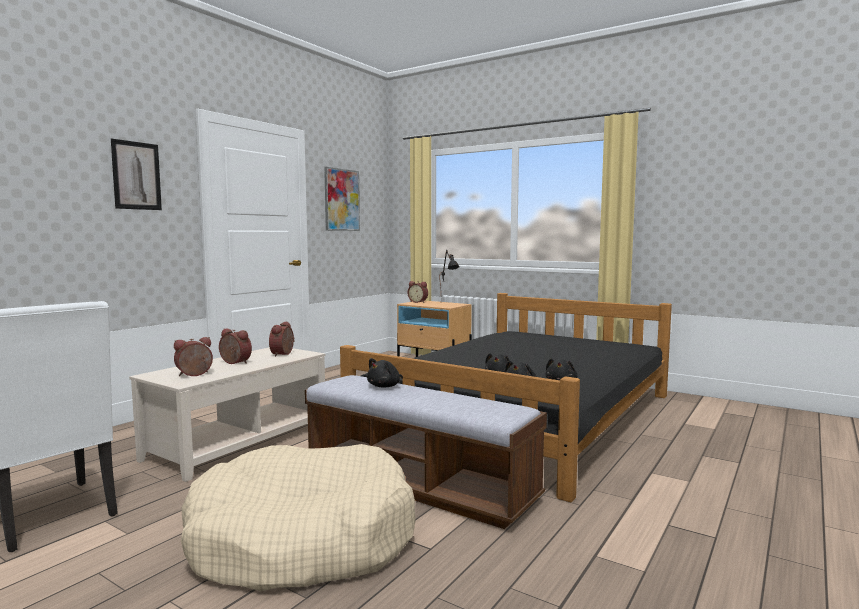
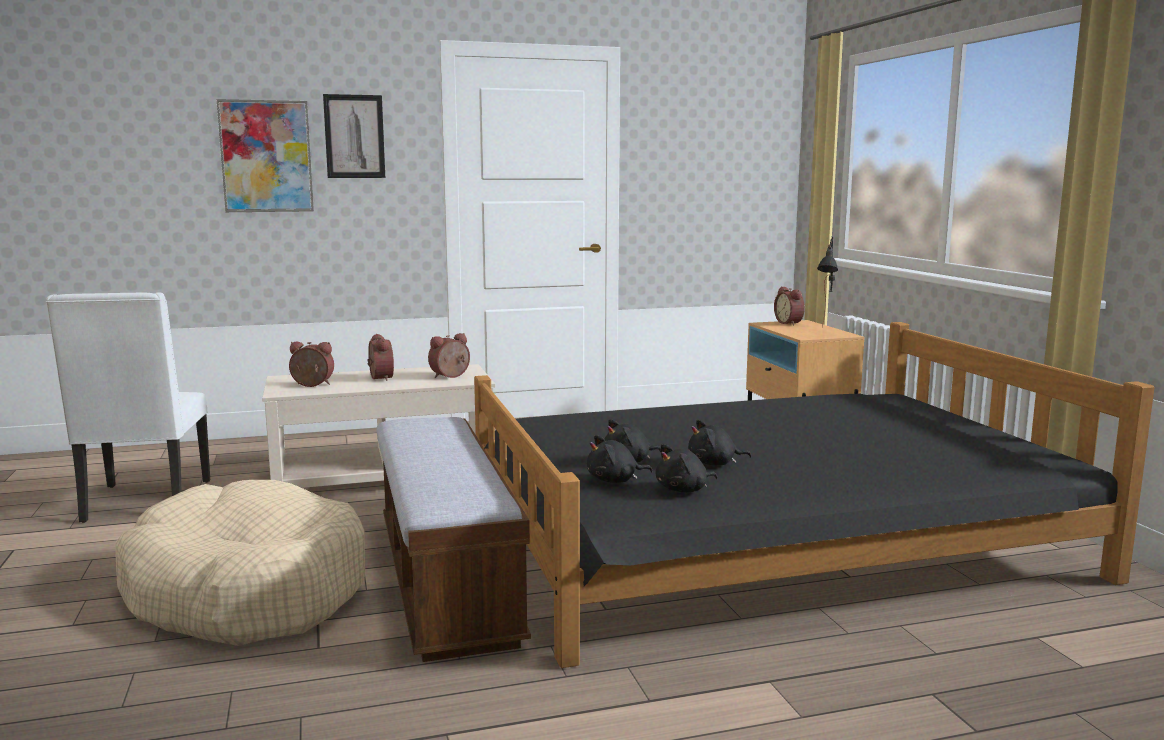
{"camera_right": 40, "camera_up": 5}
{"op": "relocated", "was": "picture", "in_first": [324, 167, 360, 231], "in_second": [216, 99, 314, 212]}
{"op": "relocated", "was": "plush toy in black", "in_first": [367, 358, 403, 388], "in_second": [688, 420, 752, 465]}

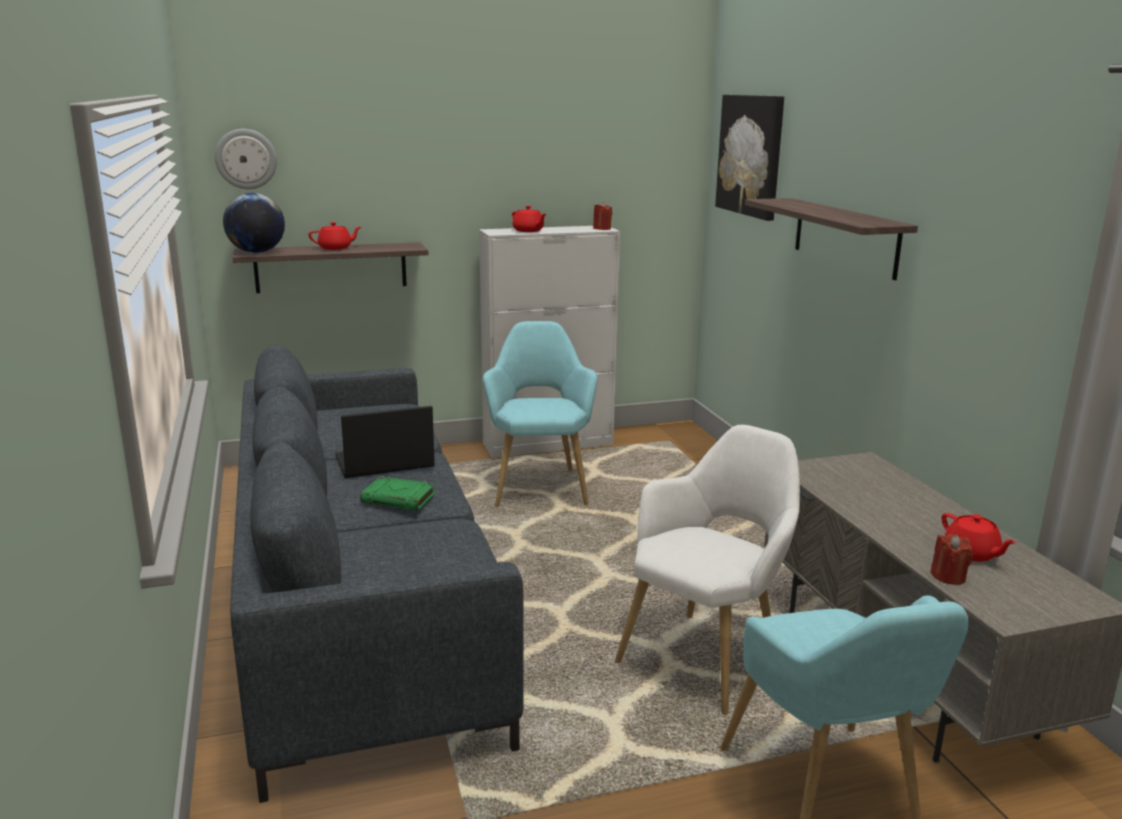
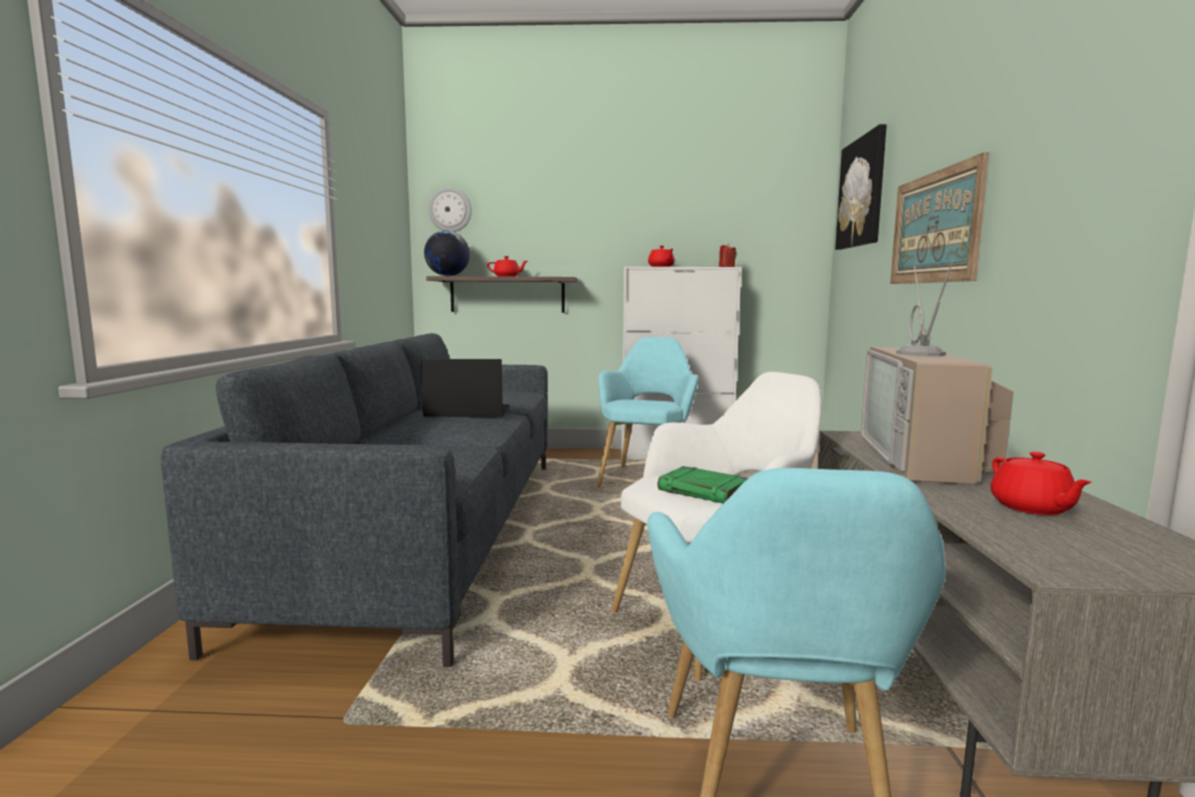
{"camera_right": 20, "camera_up": -10}
{"op": "missing", "was": "candle in red", "in_first": [930, 534, 973, 585]}
{"op": "appeared", "now": "television", "in_second": [861, 260, 1013, 485]}
{"op": "relocated", "was": "book in green", "in_first": [360, 476, 436, 511], "in_second": [658, 466, 748, 503]}
{"op": "exchanged", "was": "shelf", "now": "picture", "in_first": [745, 198, 918, 280], "in_second": [890, 152, 989, 284]}

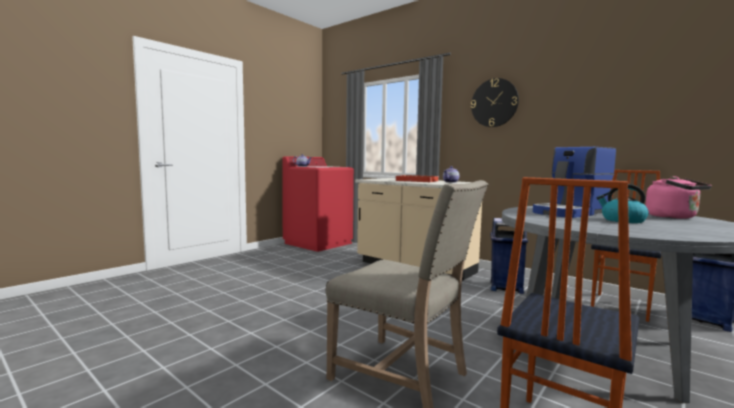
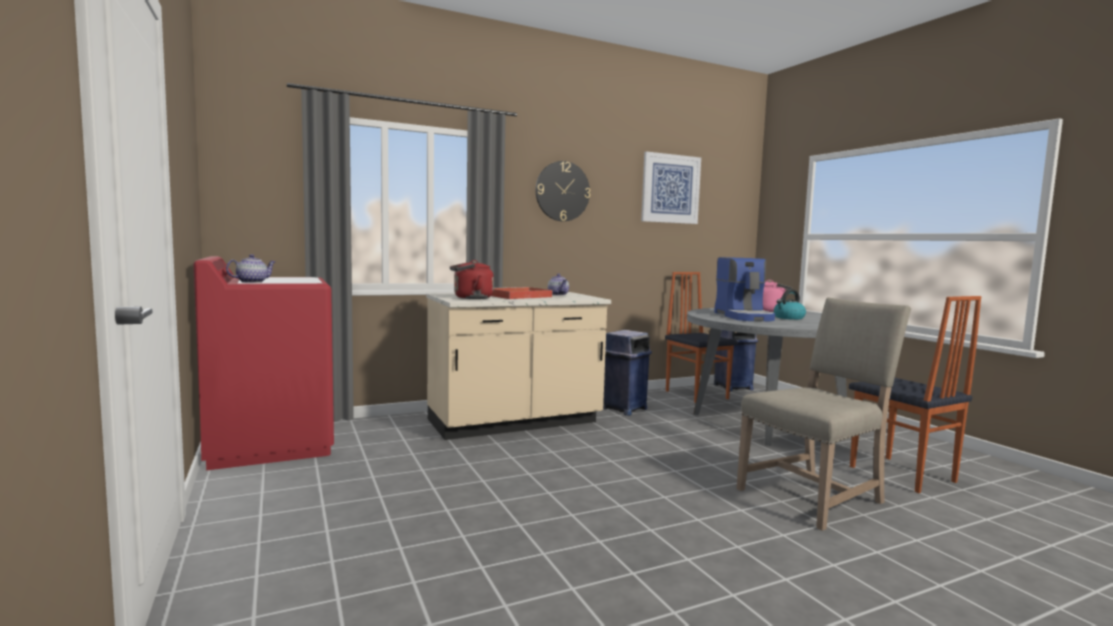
{"camera_right": -65, "camera_up": 0}
{"op": "appeared", "now": "kettle in red", "in_second": [450, 260, 494, 299]}
{"op": "appeared", "now": "picture", "in_second": [641, 151, 701, 224]}

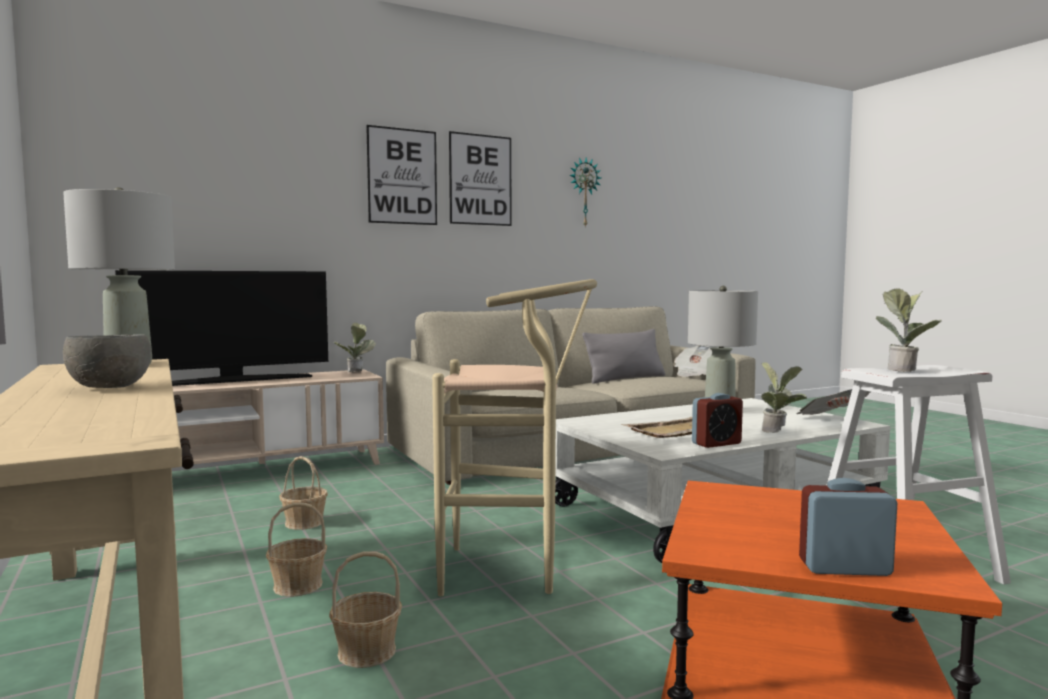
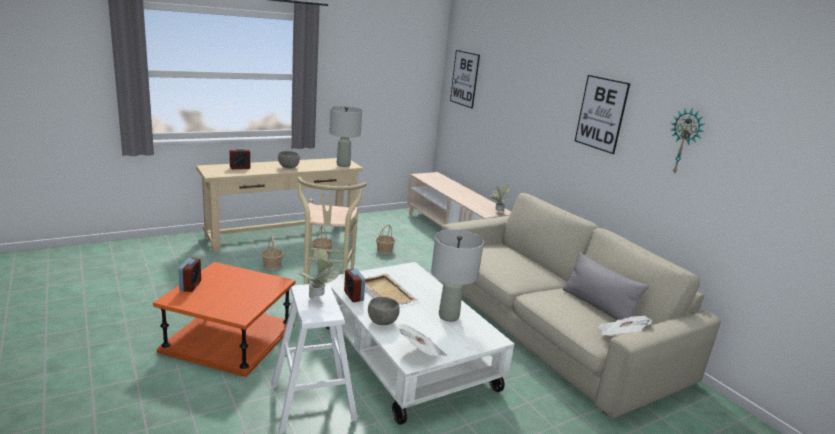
{"camera_right": 85, "camera_up": 15}
{"op": "missing", "was": "television", "in_first": [115, 270, 328, 386]}
{"op": "appeared", "now": "alarm clock", "in_second": [229, 148, 250, 169]}
{"op": "relocated", "was": "picture", "in_first": [366, 125, 437, 225], "in_second": [450, 50, 480, 109]}
{"op": "exchanged", "was": "potted plant", "now": "bowl in grey", "in_first": [761, 362, 807, 433], "in_second": [368, 297, 400, 325]}

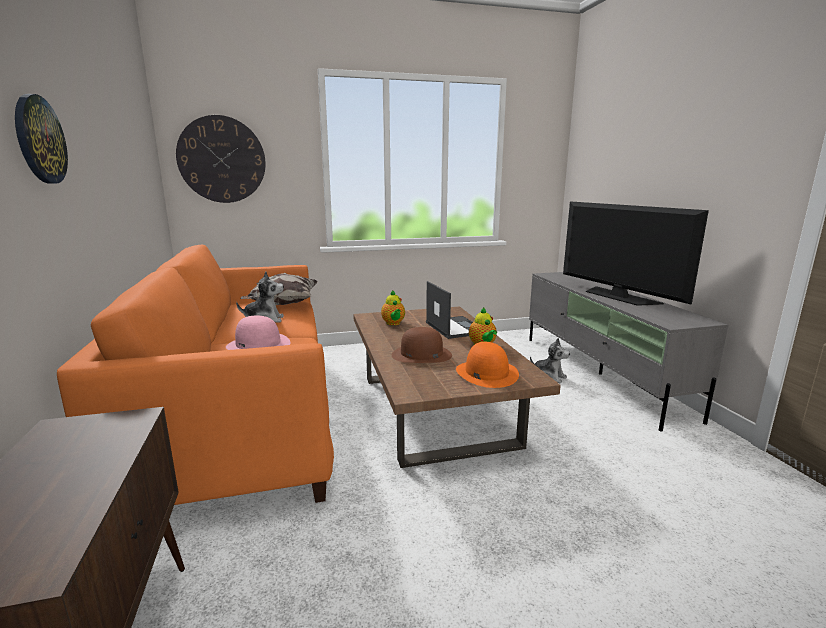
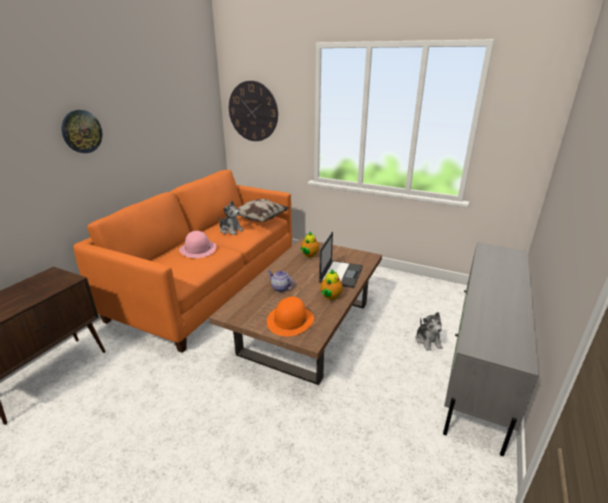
{"camera_right": 40, "camera_up": 10}
{"op": "missing", "was": "television", "in_first": [563, 202, 709, 306]}
{"op": "exchanged", "was": "hat in brown", "now": "teapot", "in_first": [392, 327, 452, 363], "in_second": [268, 271, 295, 292]}

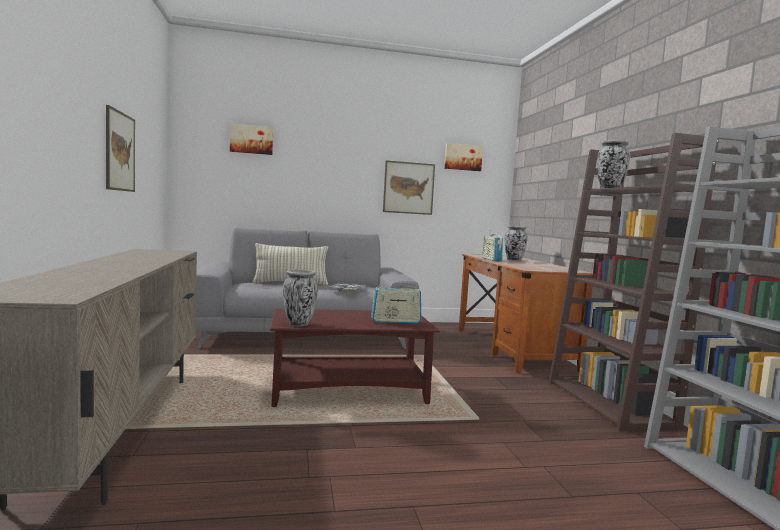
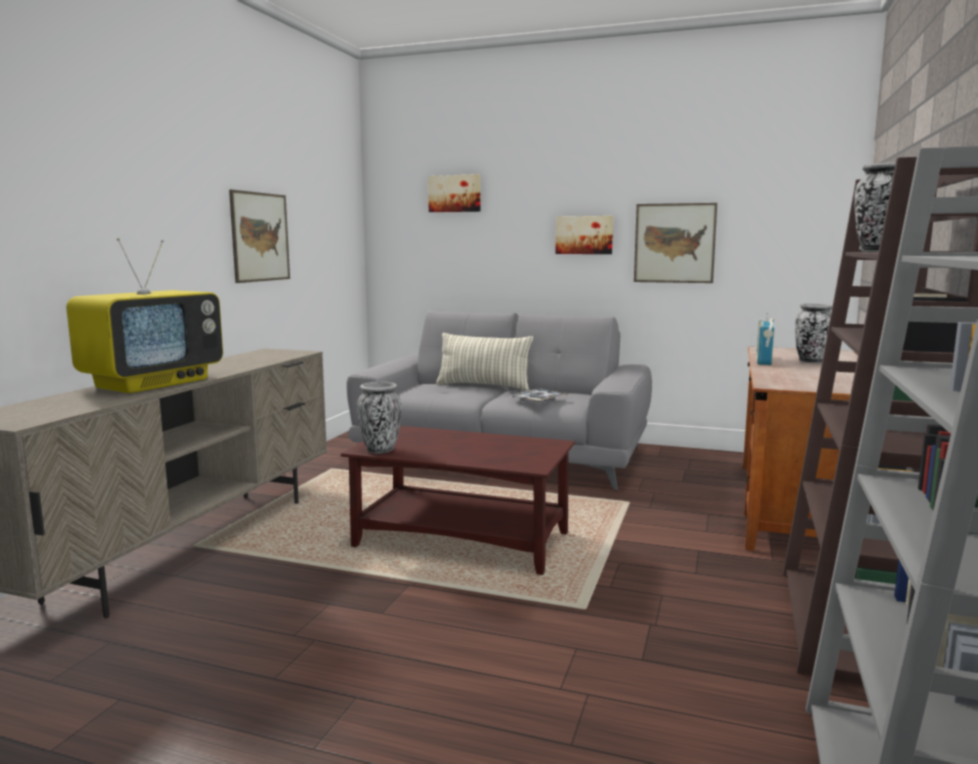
{"camera_right": 30, "camera_up": 5}
{"op": "missing", "was": "radio", "in_first": [371, 280, 421, 323]}
{"op": "appeared", "now": "television", "in_second": [66, 238, 223, 393]}
{"op": "relocated", "was": "picture", "in_first": [444, 143, 483, 171], "in_second": [555, 216, 613, 254]}

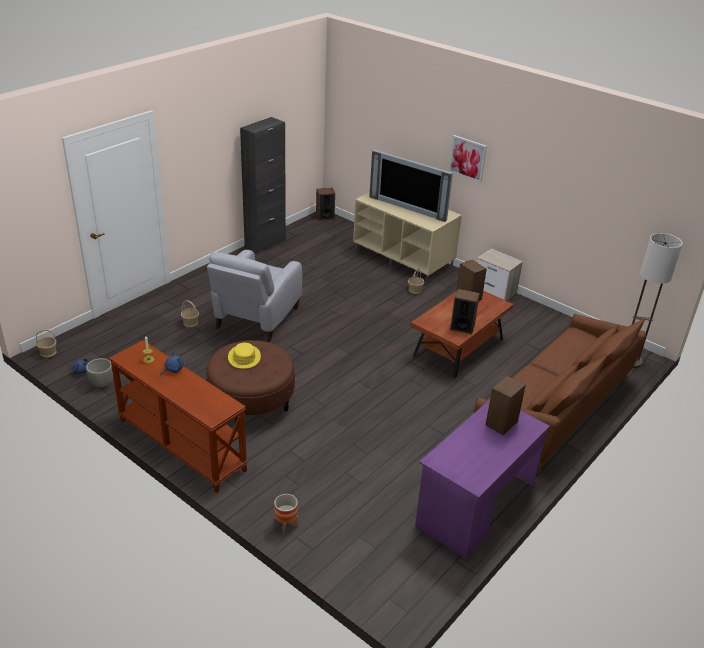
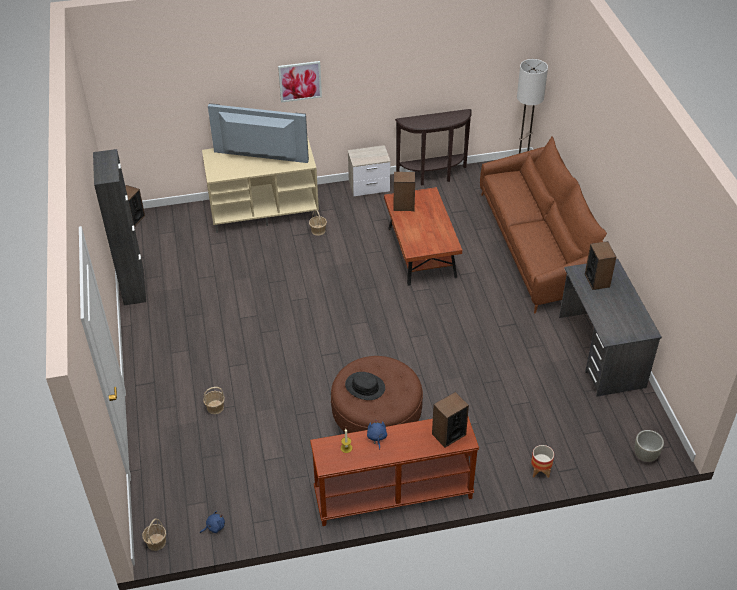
{"camera_right": -50, "camera_up": 10}
{"op": "missing", "was": "armchair in grey", "in_first": [207, 250, 302, 342]}
{"op": "appeared", "now": "console table in brown", "in_second": [395, 109, 472, 186]}
{"op": "relocated", "was": "planter in grey", "in_first": [86, 358, 113, 388], "in_second": [635, 430, 664, 462]}
{"op": "relocated", "was": "speaker", "in_first": [450, 289, 480, 334], "in_second": [432, 392, 469, 448]}
{"op": "colour", "was": "hat in yellow", "now": "hat in black", "in_first": [228, 343, 261, 369], "in_second": [345, 372, 385, 400]}
{"op": "colour", "was": "desk in purple", "now": "desk in grey", "in_first": [415, 400, 550, 559], "in_second": [559, 259, 662, 396]}
{"op": "spun", "was": "television", "in_first": [369, 150, 453, 222], "in_second": [208, 103, 309, 163], "clockwise": -150}

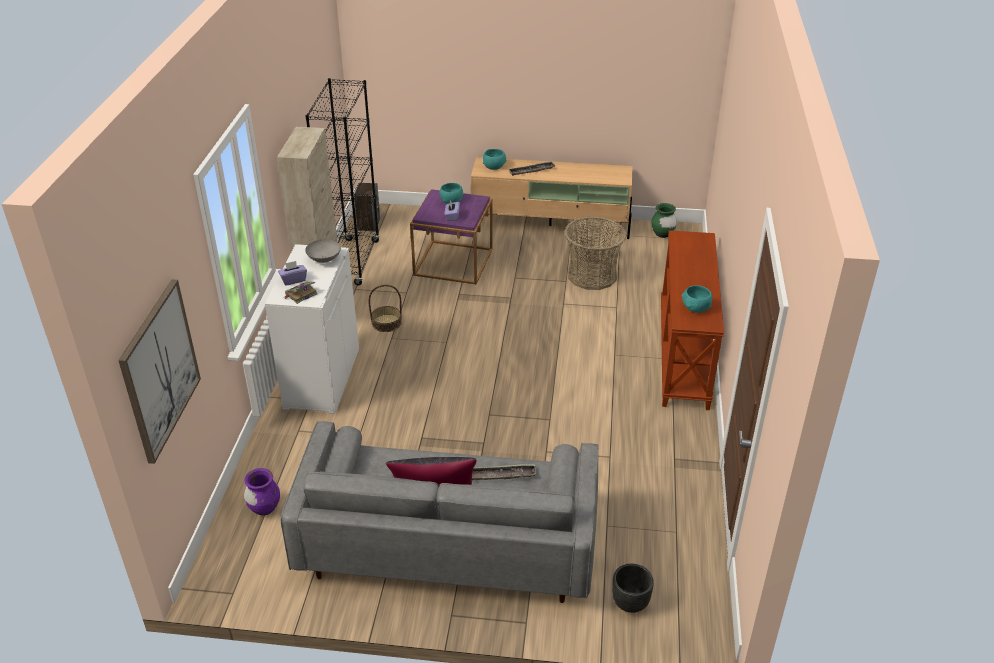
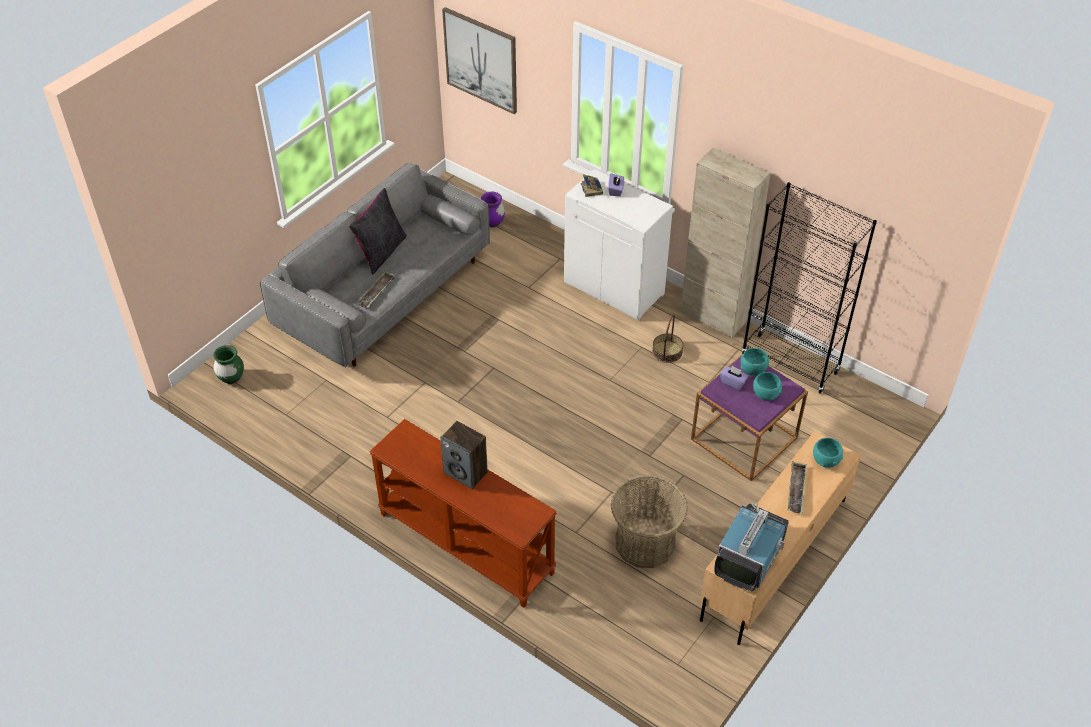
{"camera_right": 120, "camera_up": 10}
{"op": "missing", "was": "bowl in grey", "in_first": [305, 239, 341, 263]}
{"op": "missing", "was": "planter in black", "in_first": [612, 564, 654, 613]}
{"op": "appeared", "now": "television", "in_second": [714, 503, 789, 591]}
{"op": "relocated", "was": "speaker", "in_first": [354, 183, 380, 232], "in_second": [440, 421, 488, 489]}
{"op": "relocated", "was": "vase in green", "in_first": [651, 203, 677, 238], "in_second": [213, 345, 244, 384]}
{"op": "relocated", "was": "bowl in turquoise", "in_first": [682, 285, 712, 313], "in_second": [741, 348, 769, 376]}

